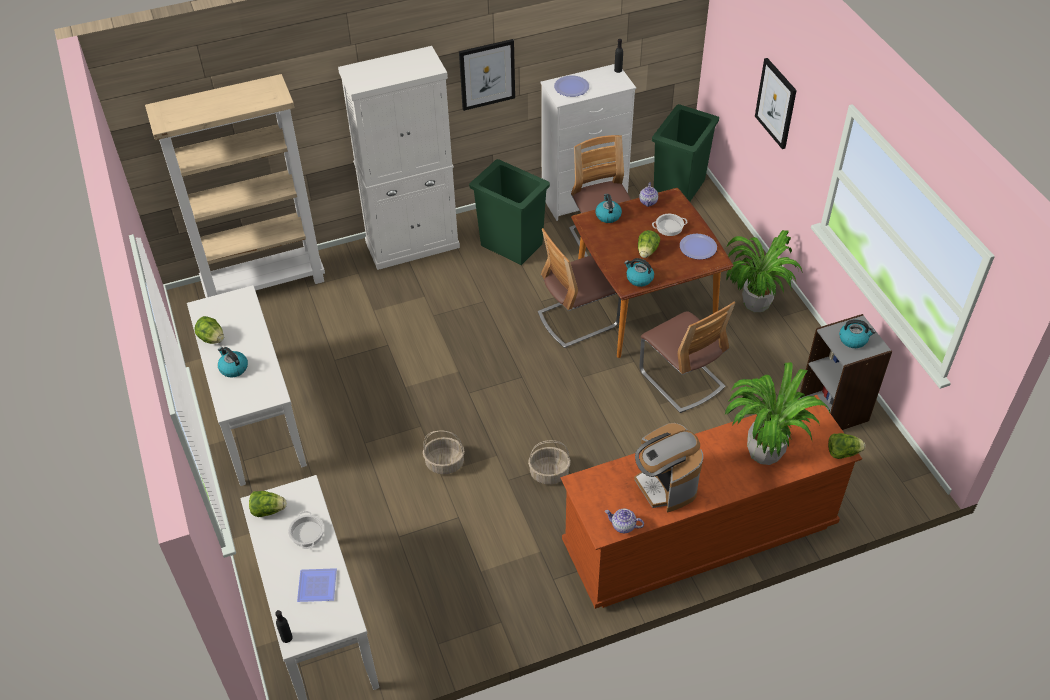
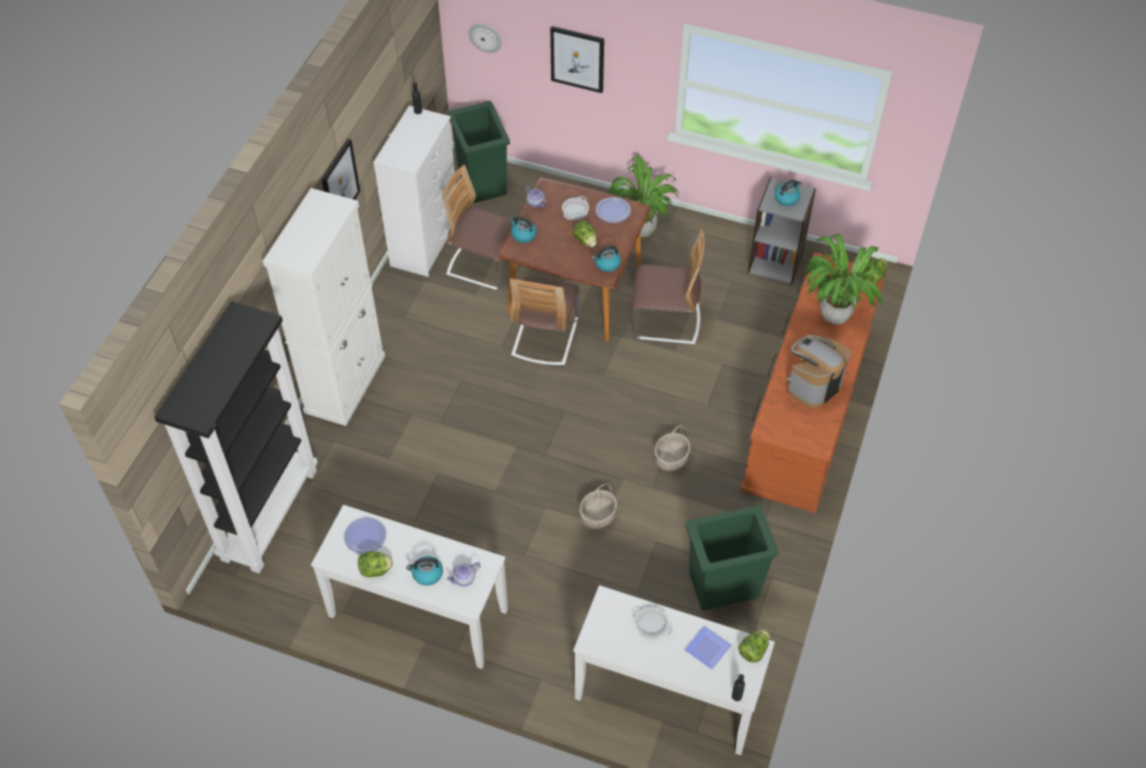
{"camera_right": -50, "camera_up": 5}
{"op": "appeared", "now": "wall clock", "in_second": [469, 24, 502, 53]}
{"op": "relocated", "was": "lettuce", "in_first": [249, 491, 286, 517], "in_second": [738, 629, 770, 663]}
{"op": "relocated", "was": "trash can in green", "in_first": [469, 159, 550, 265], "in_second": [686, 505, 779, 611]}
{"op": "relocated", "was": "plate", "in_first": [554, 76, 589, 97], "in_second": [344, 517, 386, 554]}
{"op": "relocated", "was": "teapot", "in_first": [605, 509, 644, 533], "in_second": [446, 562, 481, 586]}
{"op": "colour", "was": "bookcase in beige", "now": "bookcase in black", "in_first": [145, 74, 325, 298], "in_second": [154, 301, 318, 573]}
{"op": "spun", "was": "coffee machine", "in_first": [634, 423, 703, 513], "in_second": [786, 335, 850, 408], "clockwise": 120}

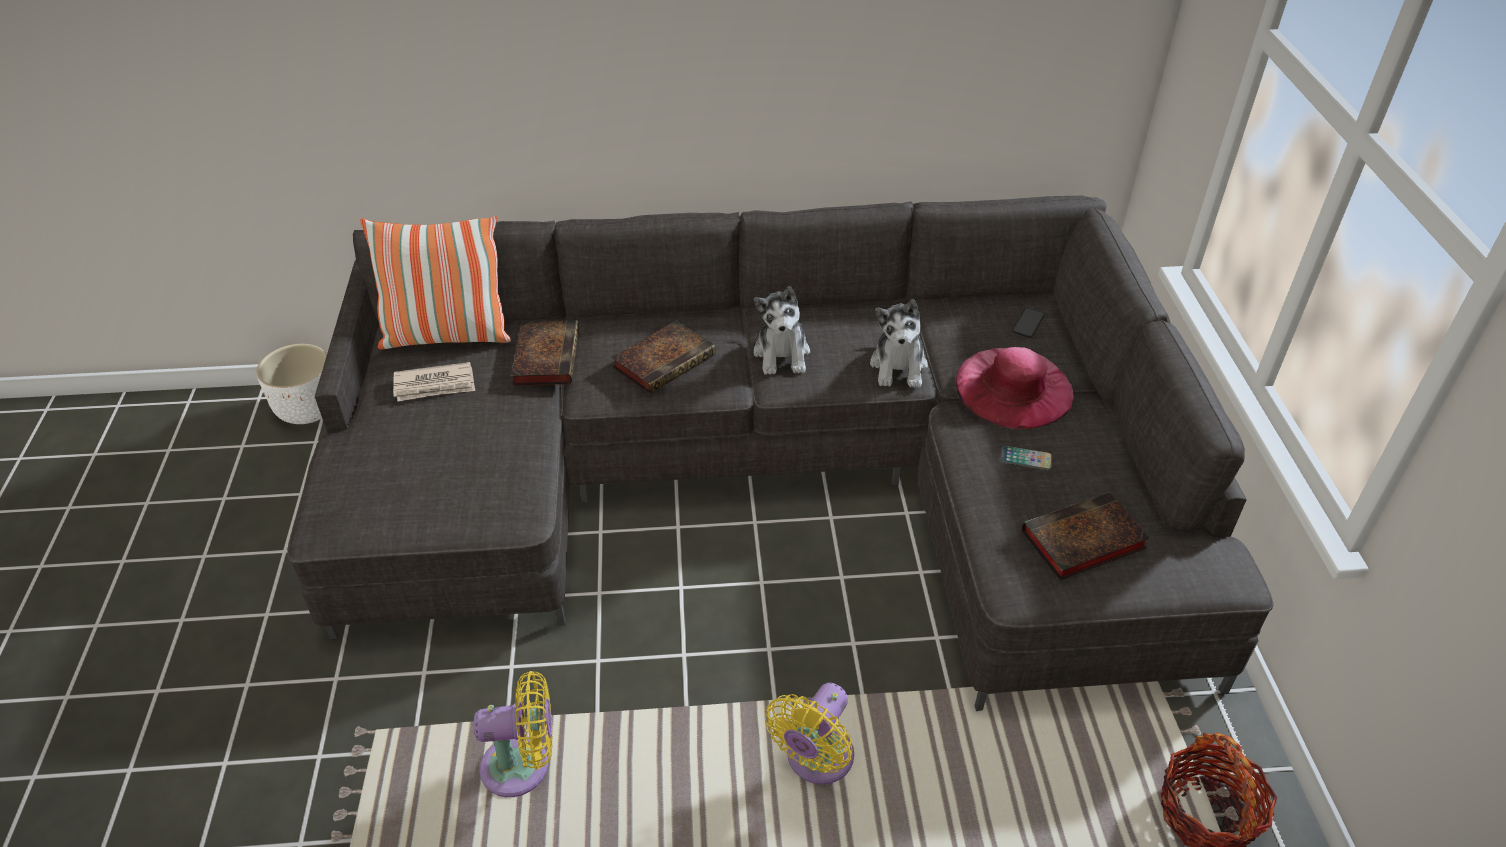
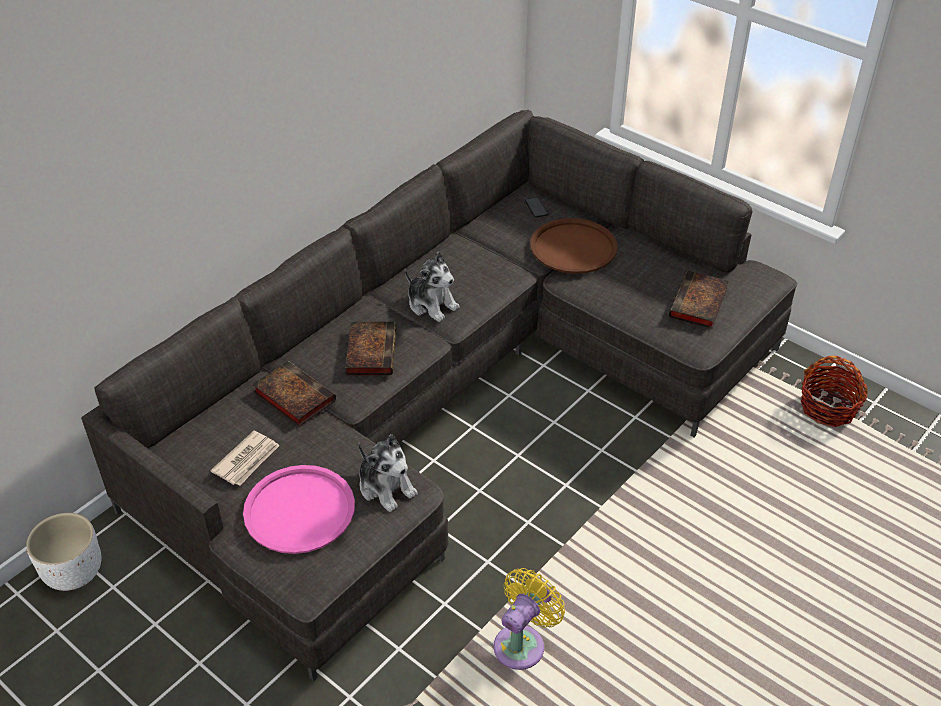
{"camera_right": -45, "camera_up": 0}
{"op": "missing", "was": "pillow", "in_first": [360, 216, 511, 349]}
{"op": "missing", "was": "fan in yellow", "in_first": [765, 683, 854, 784]}
{"op": "missing", "was": "phone", "in_first": [1001, 446, 1053, 470]}
{"op": "appeared", "now": "tray in pink", "in_second": [243, 465, 355, 554]}
{"op": "relocated", "was": "plush toy", "in_first": [870, 299, 928, 388], "in_second": [358, 434, 418, 512]}
{"op": "exchanged", "was": "hat in pink", "now": "tray in brown", "in_first": [956, 347, 1074, 429], "in_second": [530, 218, 618, 274]}

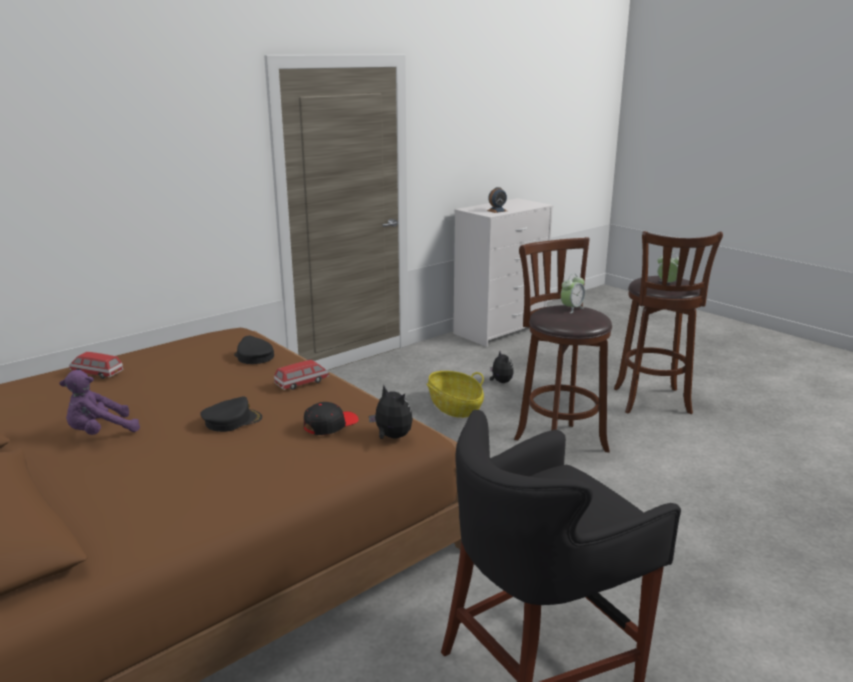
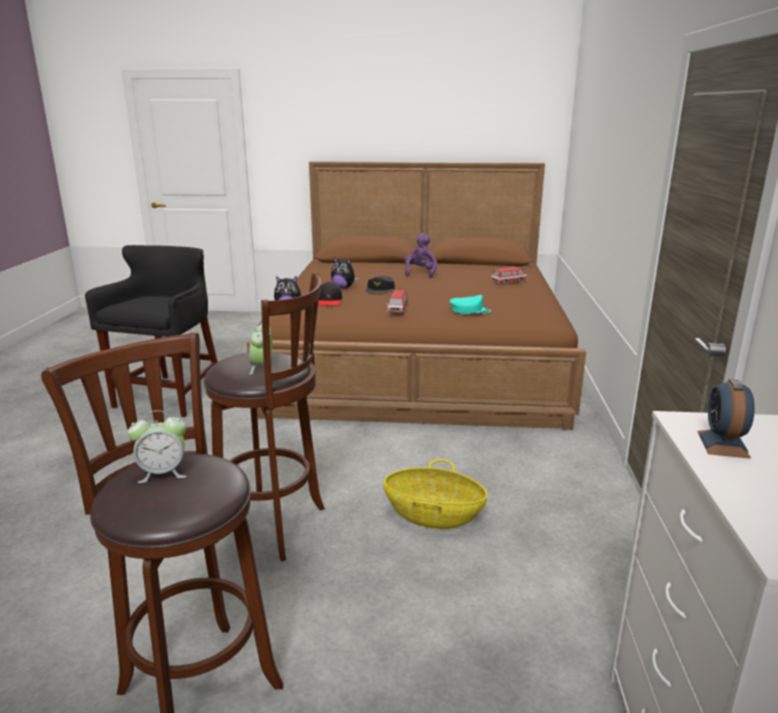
{"camera_right": 135, "camera_up": 0}
{"op": "relocated", "was": "plush toy", "in_first": [490, 351, 514, 383], "in_second": [331, 257, 359, 288]}
{"op": "colour", "was": "cap in black", "now": "cap in turquoise", "in_first": [234, 336, 274, 364], "in_second": [450, 295, 491, 314]}

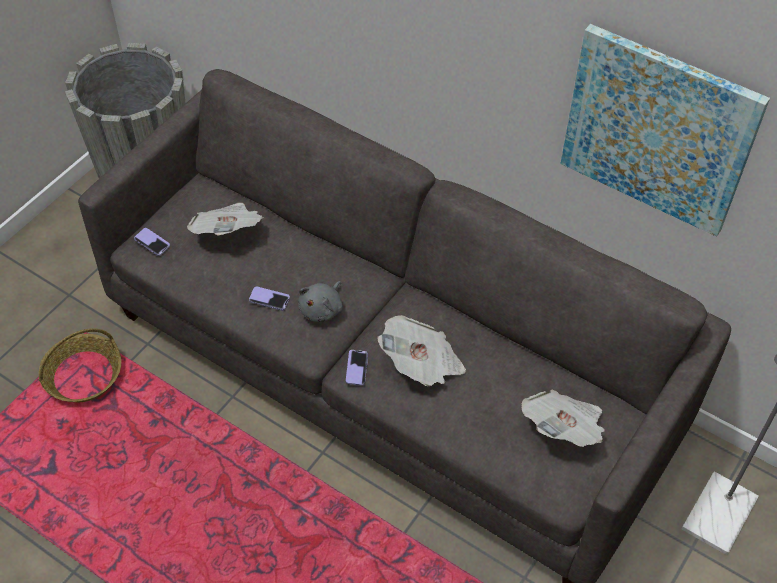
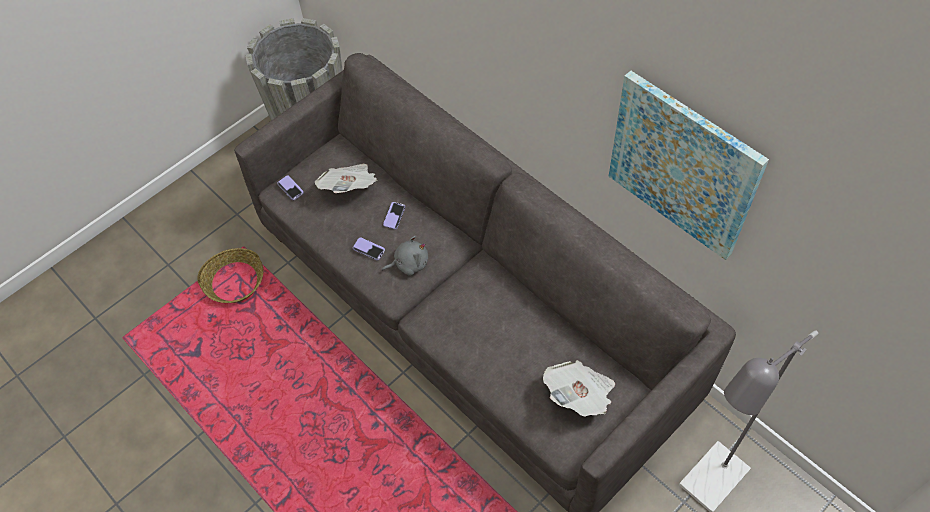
{"camera_right": 15, "camera_up": 5}
{"op": "missing", "was": "newspaper", "in_first": [377, 315, 466, 387]}
{"op": "relocated", "was": "phone", "in_first": [346, 350, 368, 386], "in_second": [383, 202, 405, 229]}
{"op": "spun", "was": "plush toy in grey", "in_first": [298, 281, 343, 322], "in_second": [381, 236, 428, 276], "clockwise": -150}

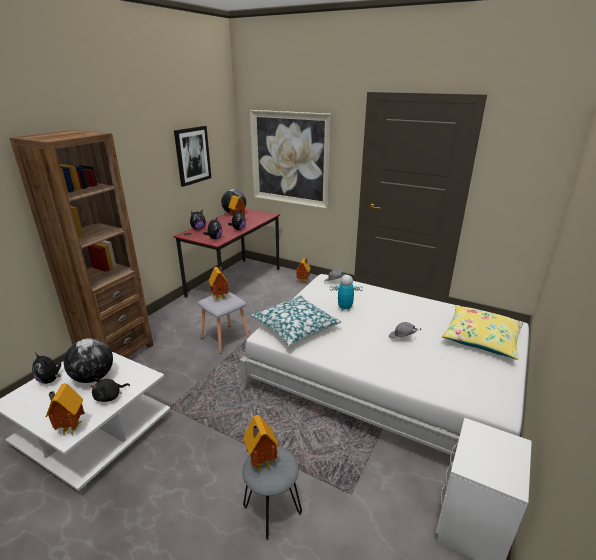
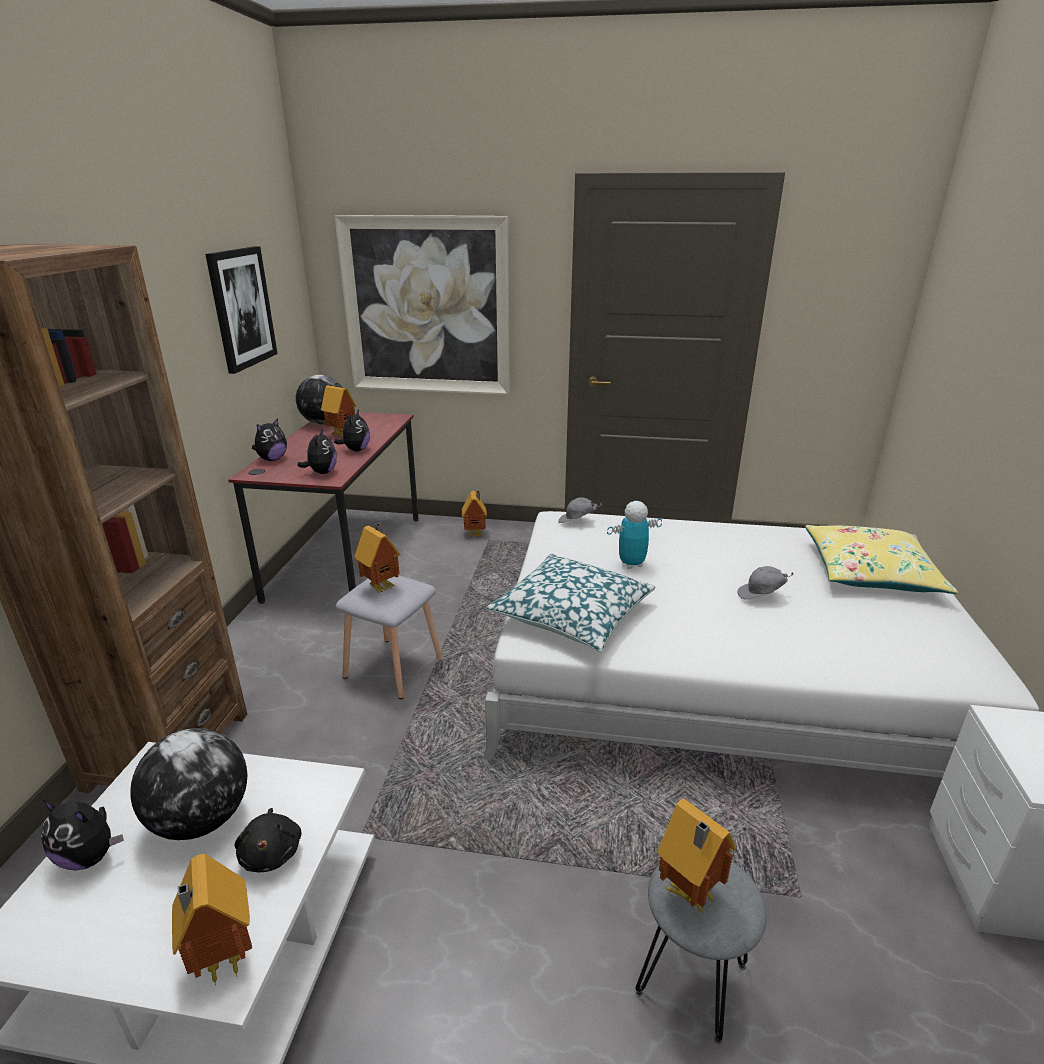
{"camera_right": -20, "camera_up": 0}
{"op": "spun", "was": "plush toy in black", "in_first": [91, 378, 130, 402], "in_second": [234, 808, 301, 872], "clockwise": -45}

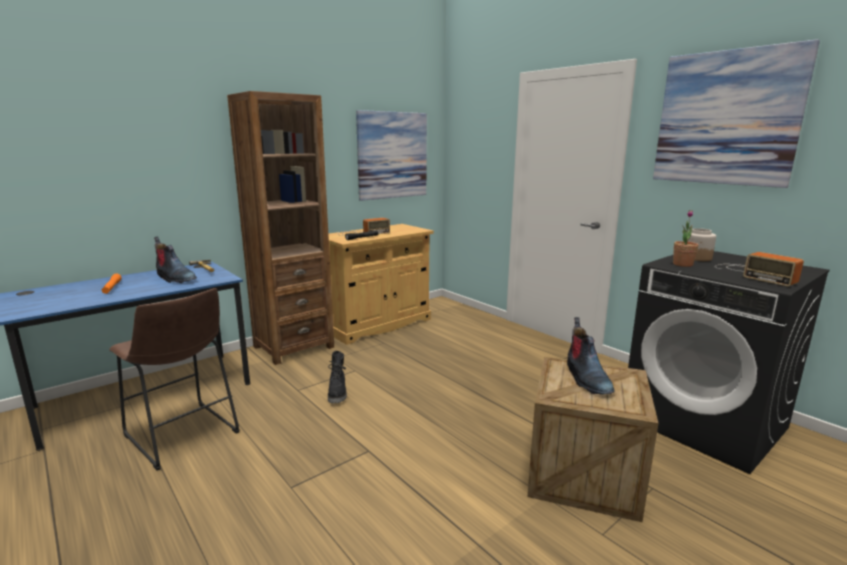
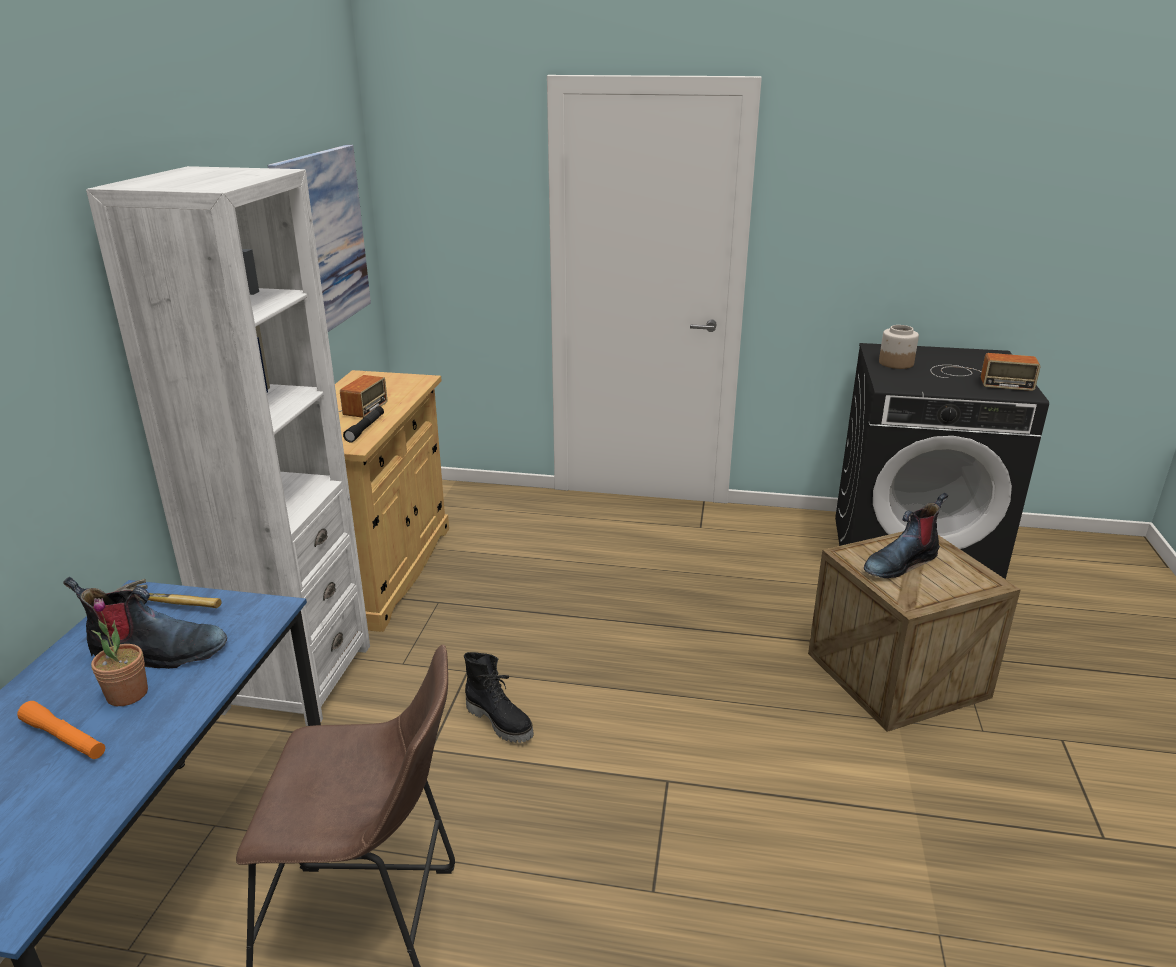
{"camera_right": -40, "camera_up": 10}
{"op": "missing", "was": "picture", "in_first": [653, 39, 820, 188]}
{"op": "relocated", "was": "potted plant", "in_first": [673, 210, 698, 267], "in_second": [91, 598, 148, 706]}
{"op": "colour", "was": "bookcase in brown", "now": "bookcase in white", "in_first": [227, 91, 334, 365], "in_second": [86, 166, 370, 726]}
{"op": "spun", "was": "boot", "in_first": [567, 317, 614, 395], "in_second": [864, 493, 948, 578], "clockwise": 105}

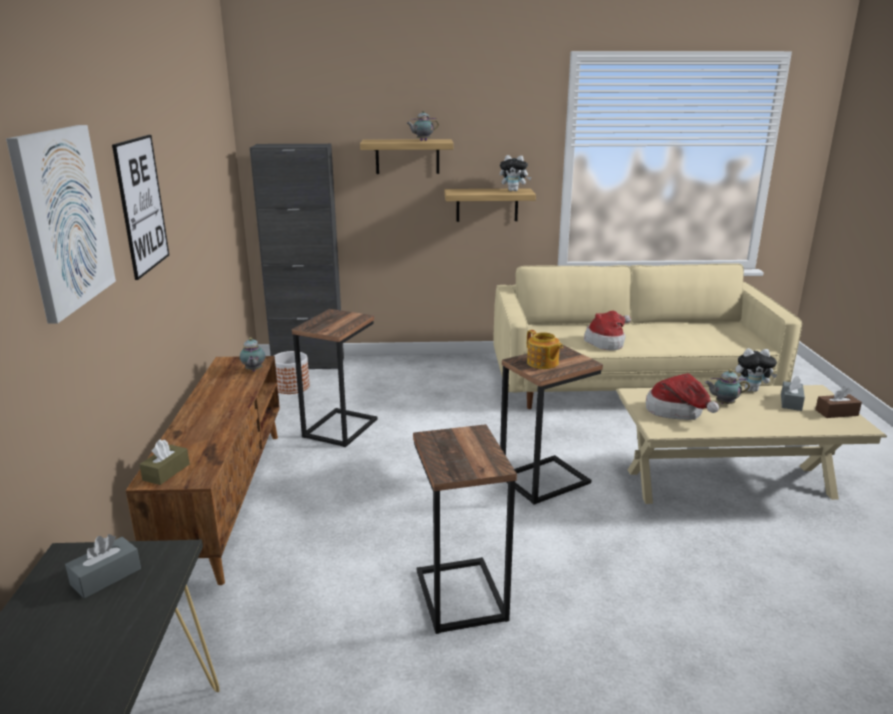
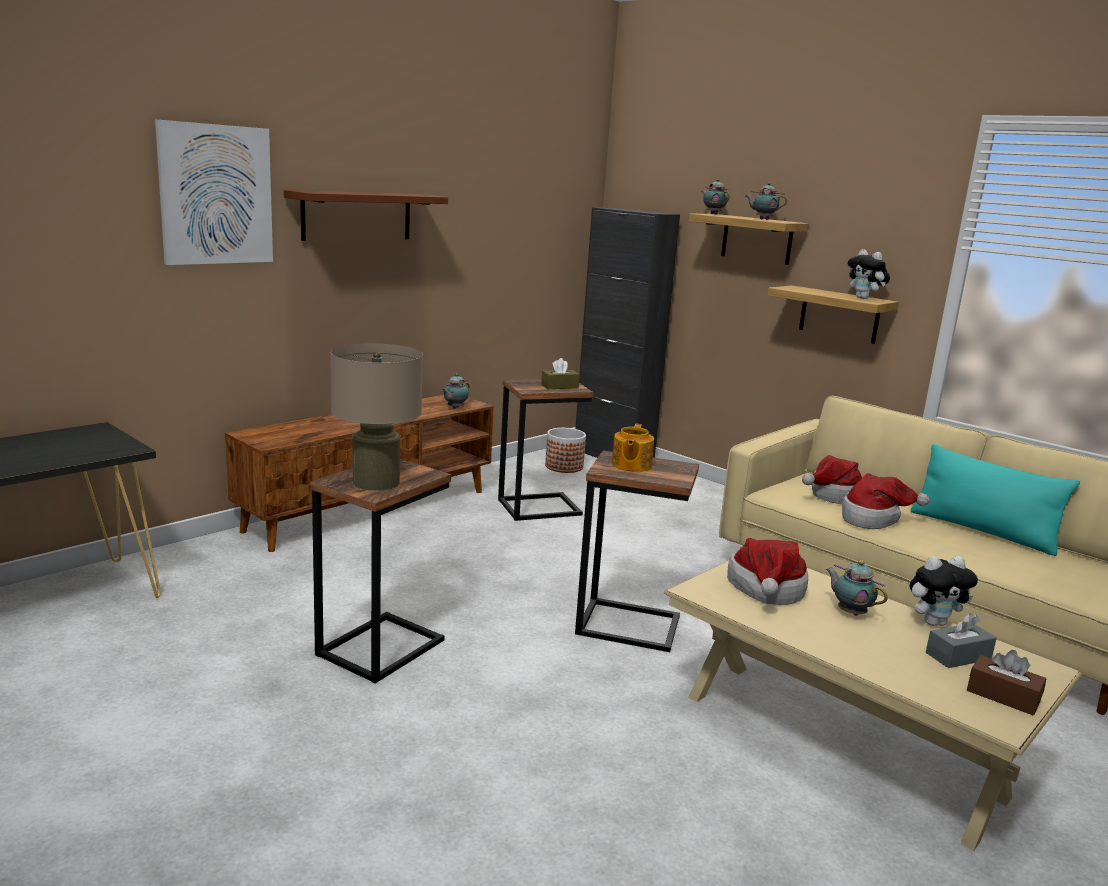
{"camera_right": 45, "camera_up": -5}
{"op": "missing", "was": "tissue box in grey", "in_first": [65, 534, 141, 598]}
{"op": "appeared", "now": "table lamp in beige", "in_second": [330, 343, 423, 491]}
{"op": "appeared", "now": "teapot", "in_second": [702, 179, 730, 215]}
{"op": "appeared", "now": "hat", "in_second": [802, 455, 862, 504]}
{"op": "appeared", "now": "pillow in turquoise", "in_second": [911, 444, 1080, 556]}
{"op": "relocated", "was": "tissue box in brown", "in_first": [139, 439, 190, 485], "in_second": [541, 358, 580, 389]}
{"op": "exchanged", "was": "picture", "now": "shelf in brown", "in_first": [112, 135, 169, 280], "in_second": [284, 190, 448, 241]}
{"op": "spun", "was": "plush toy", "in_first": [735, 348, 777, 392], "in_second": [910, 556, 978, 626], "clockwise": -60}

